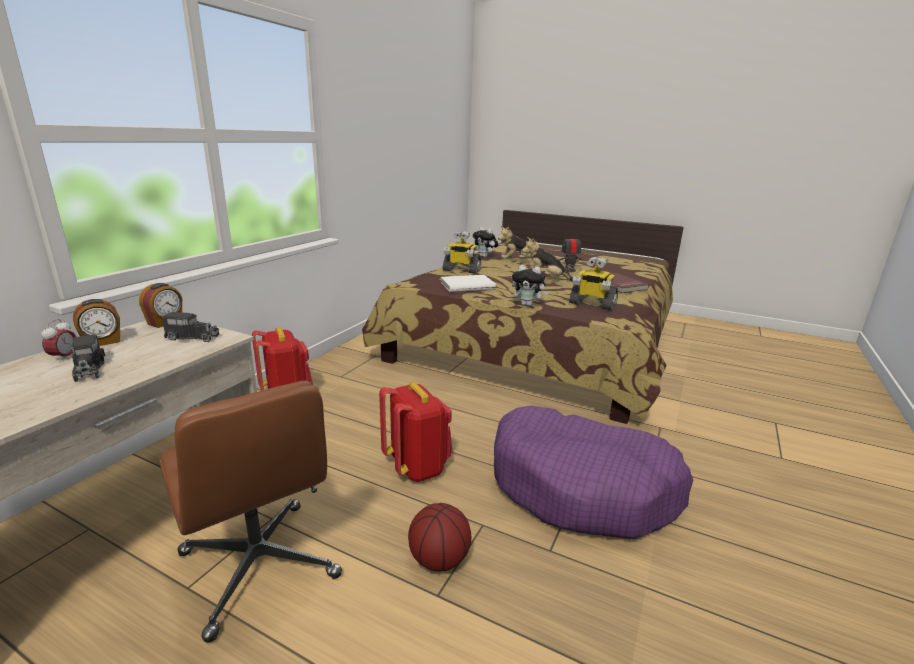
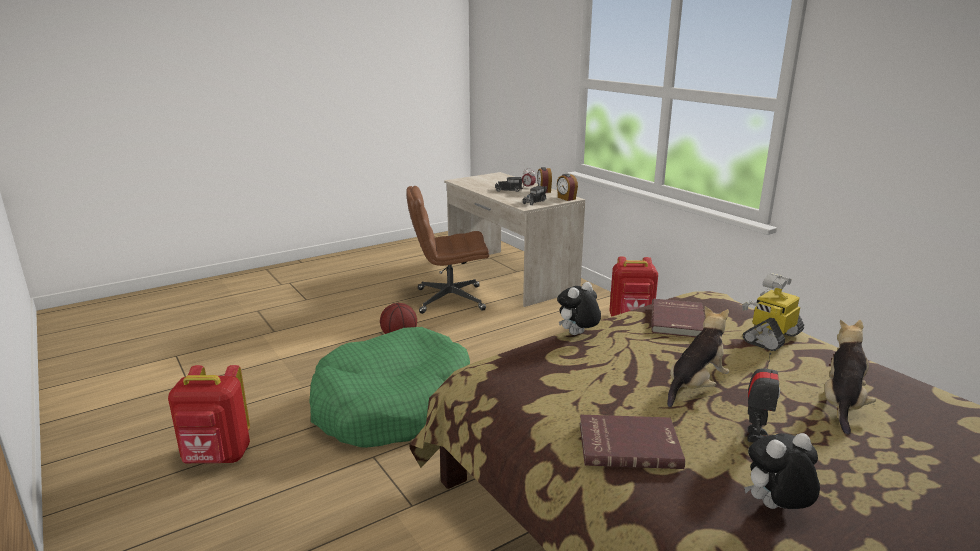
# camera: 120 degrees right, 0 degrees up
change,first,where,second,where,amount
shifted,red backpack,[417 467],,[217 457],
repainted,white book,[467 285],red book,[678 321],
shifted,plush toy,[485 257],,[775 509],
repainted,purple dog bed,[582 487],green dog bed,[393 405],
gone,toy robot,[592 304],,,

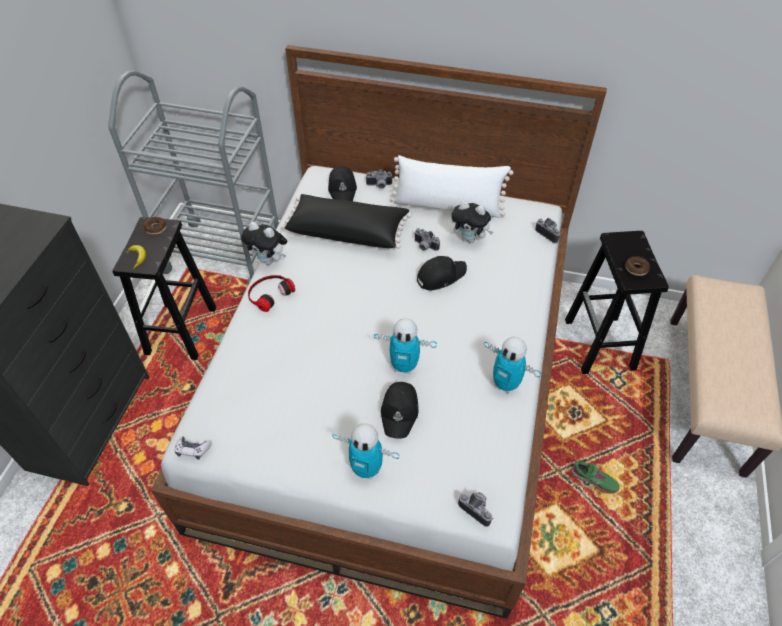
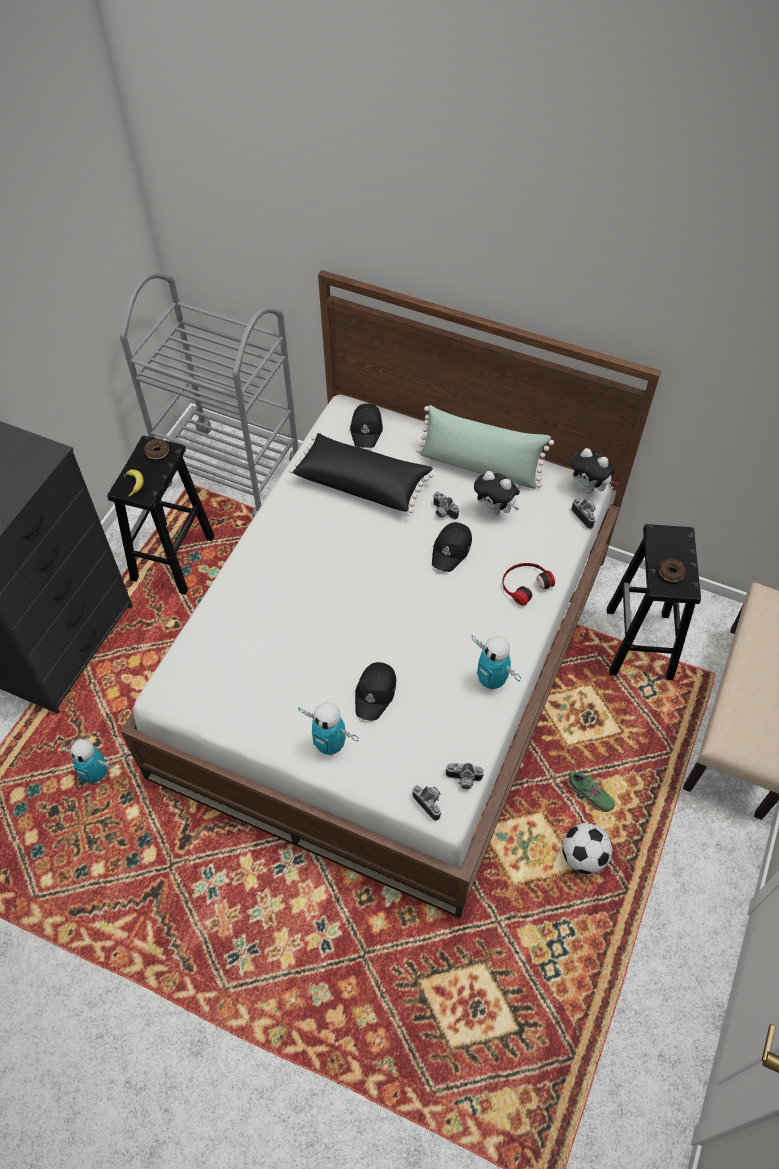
# camera: 10 degrees right, 5 degrees up
change,first,where,second,where,amount
gone,game controller,[193 450],,,
shifted,plush toy,[269 260],,[589 488],
shifted,headphones,[269 293],,[524 584],
shifted,photo camera,[379 185],,[463 780],
shifted,toy robot,[404 366],,[96 774],
repainted,white pillow,[448 206],green pillow,[480 466],
rotated,black cap,[440 276],,[452 550],135 degrees clockwise
new,,,football,[583 856],

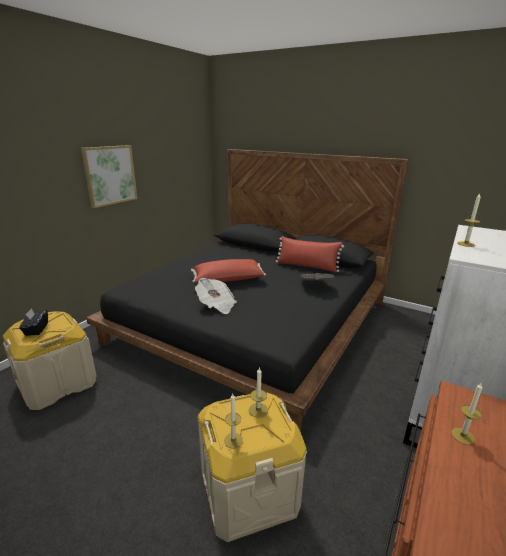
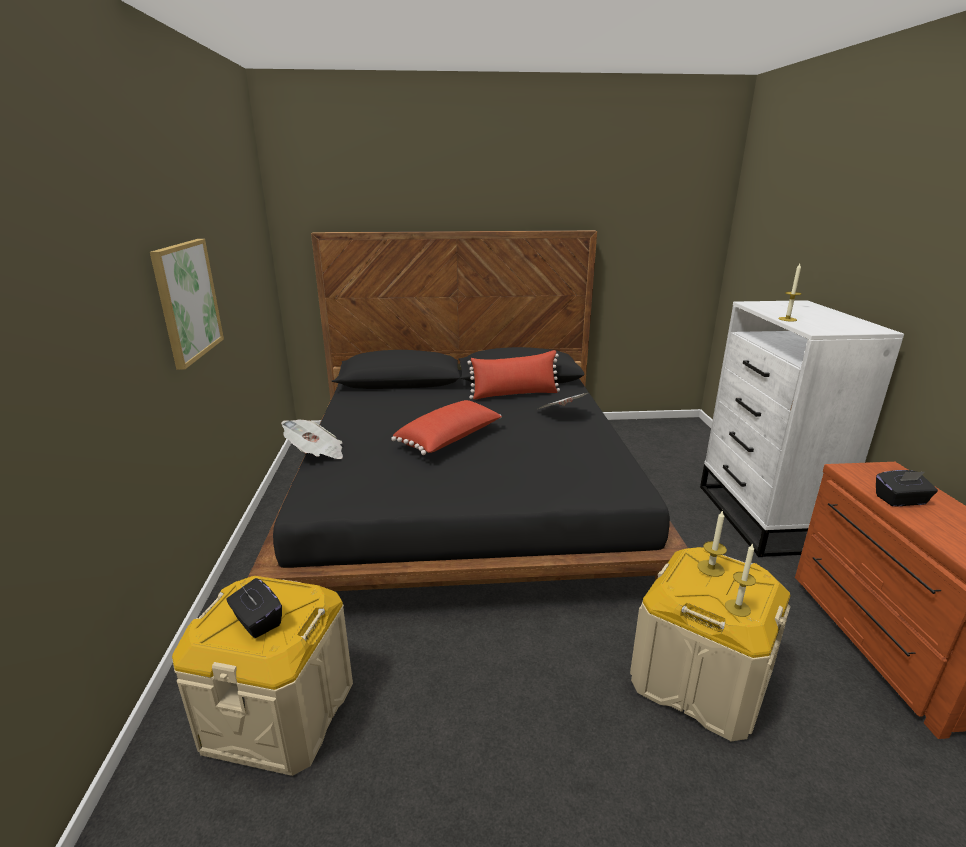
# camera: 35 degrees left, 0 degrees up
change,first,where,second,where,amount
shifted,newspaper,[216 305],,[316 453],
swapped,candle,[462 436],black tissue box,[900 500],

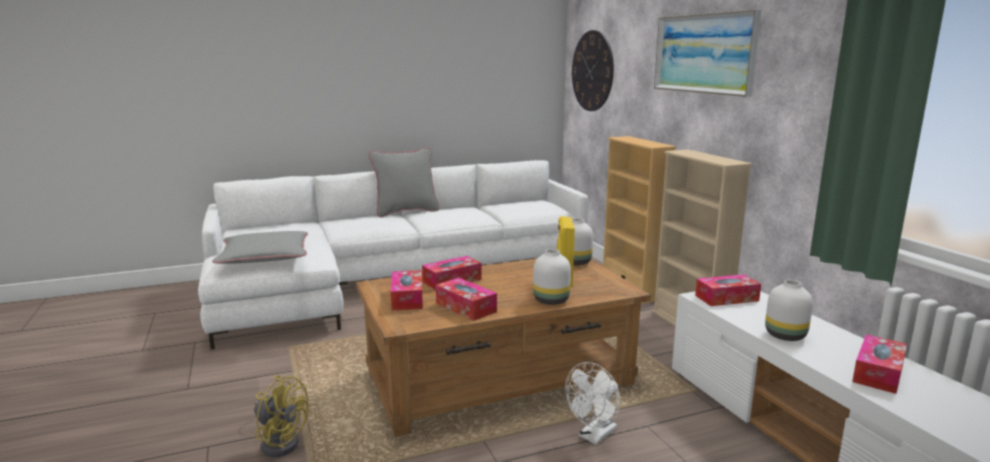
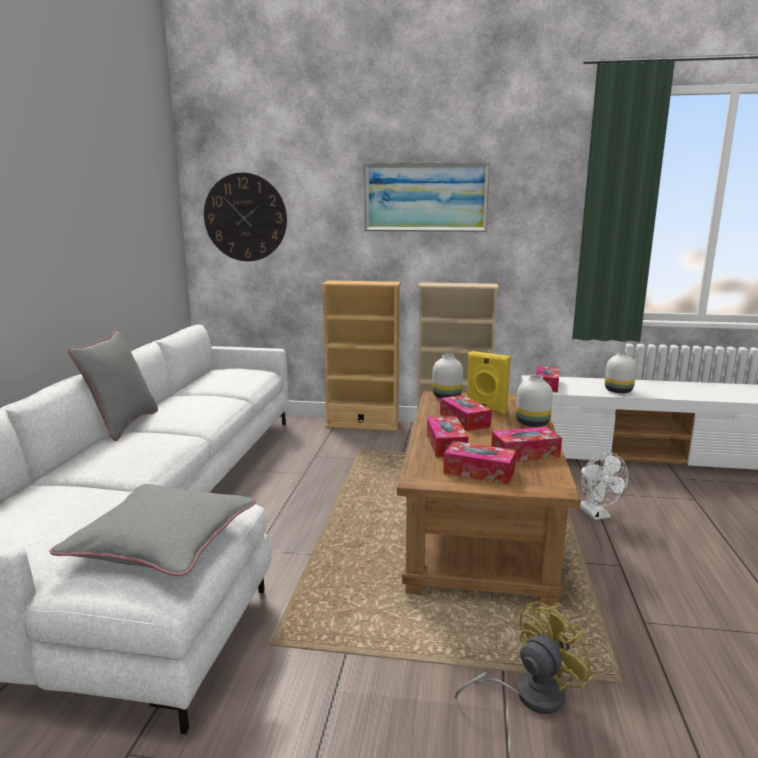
# camera: 60 degrees left, 0 degrees up
change,first,where,second,where,amount
shifted,tissue box,[878 373],,[464 420],

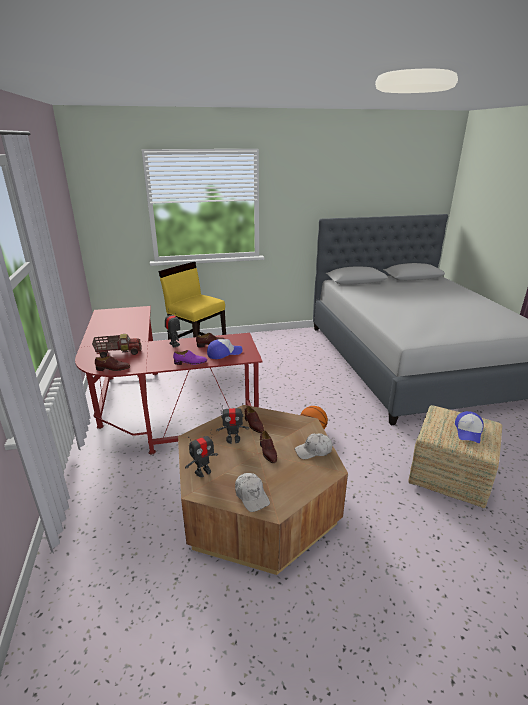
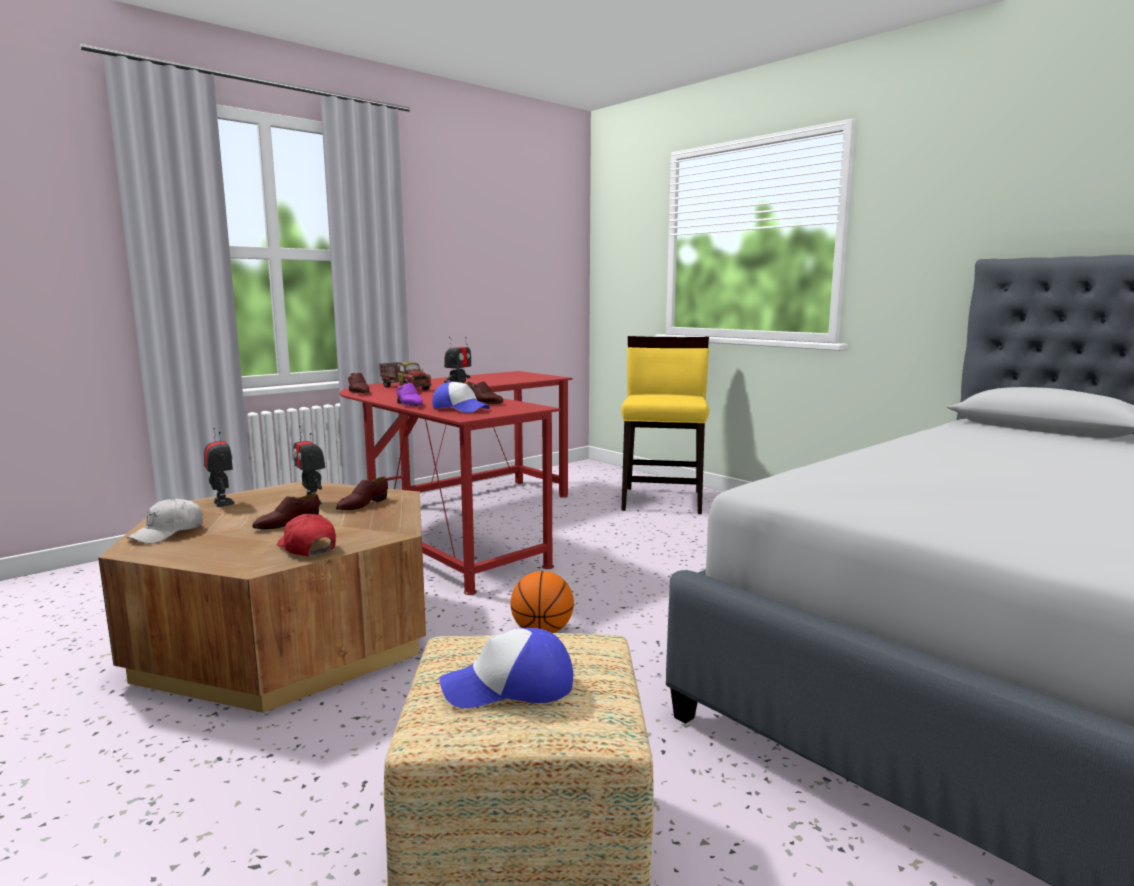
# camera: 60 degrees right, 15 degrees down
change,first,where,second,where,amount
rotated,toy robot,[203 471],,[222 503],150 degrees counterclockwise
repainted,white cap,[313 451],red cap,[307 547],

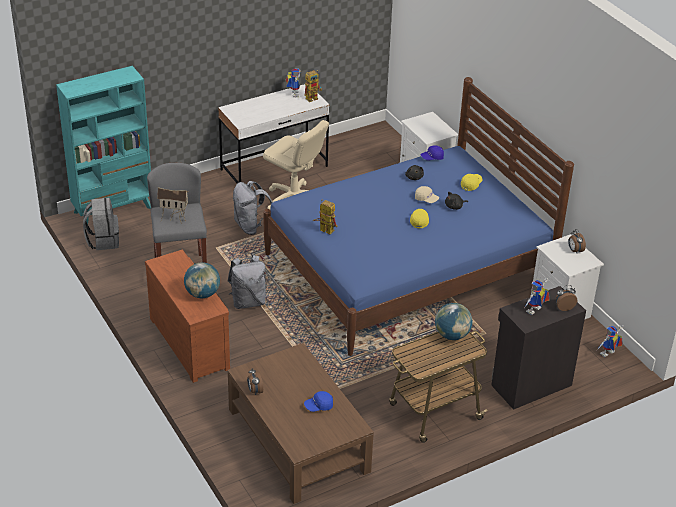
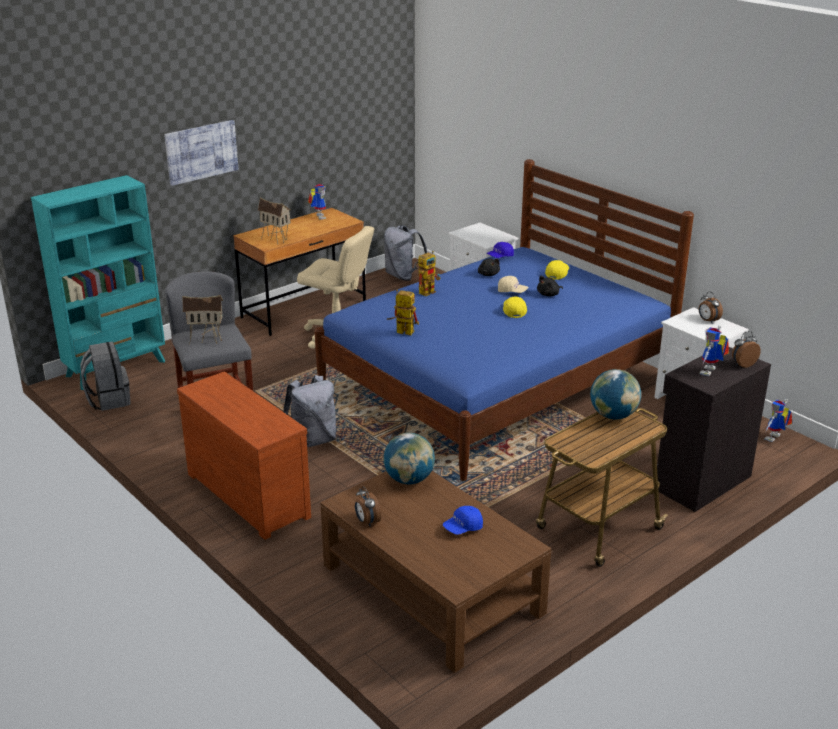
# camera: 10 degrees left, 10 degrees down
change,first,where,second,where,amount
shifted,globe,[202 294],,[409 479],
repainted,white desk,[274 168],brown desk,[304 310],
shifted,grey backpack,[251 227],,[403 276],
shifted,toy robot,[313 97],,[428 291],
new,,,picture,[201 152],
new,,,toy house,[276 239],

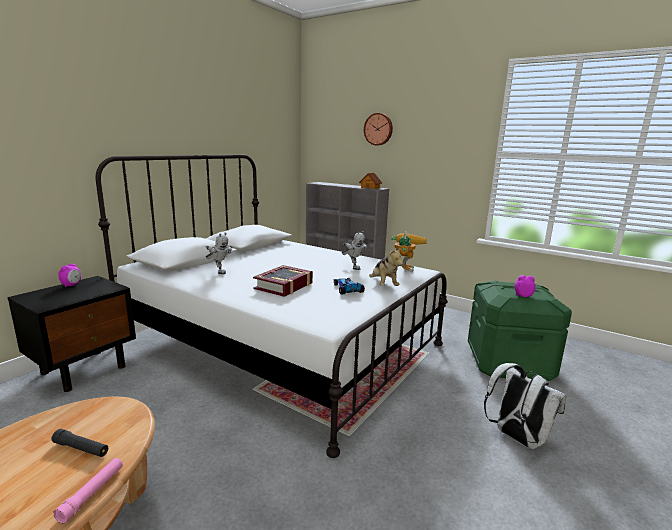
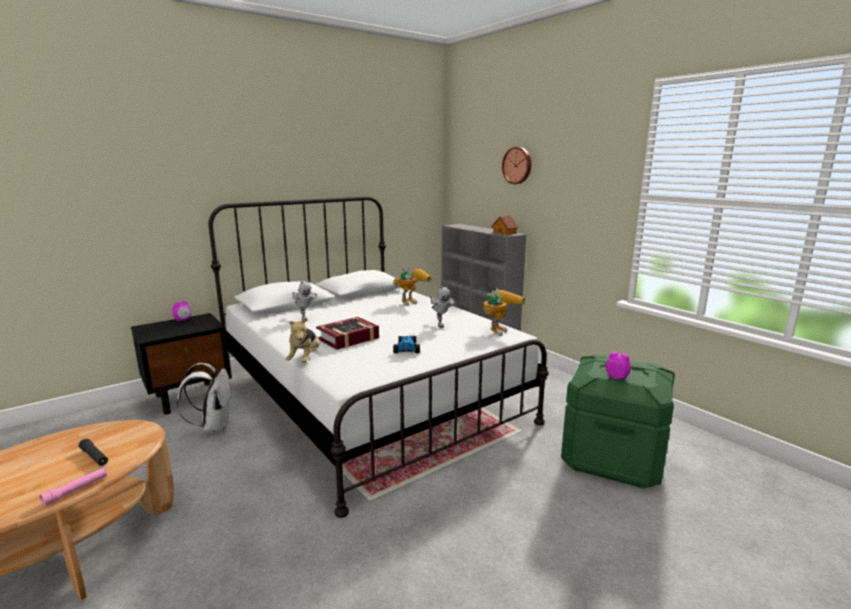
# camera: 20 degrees right, 0 degrees up
change,first,where,second,where,amount
shifted,plush toy,[383 285],,[305 359],
shifted,white backpack,[516 438],,[214 426],
new,,,toy robot,[412 301],

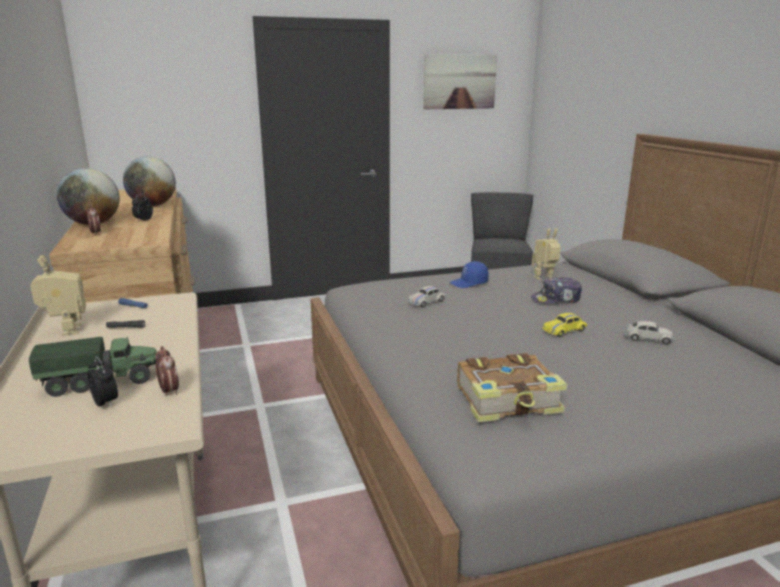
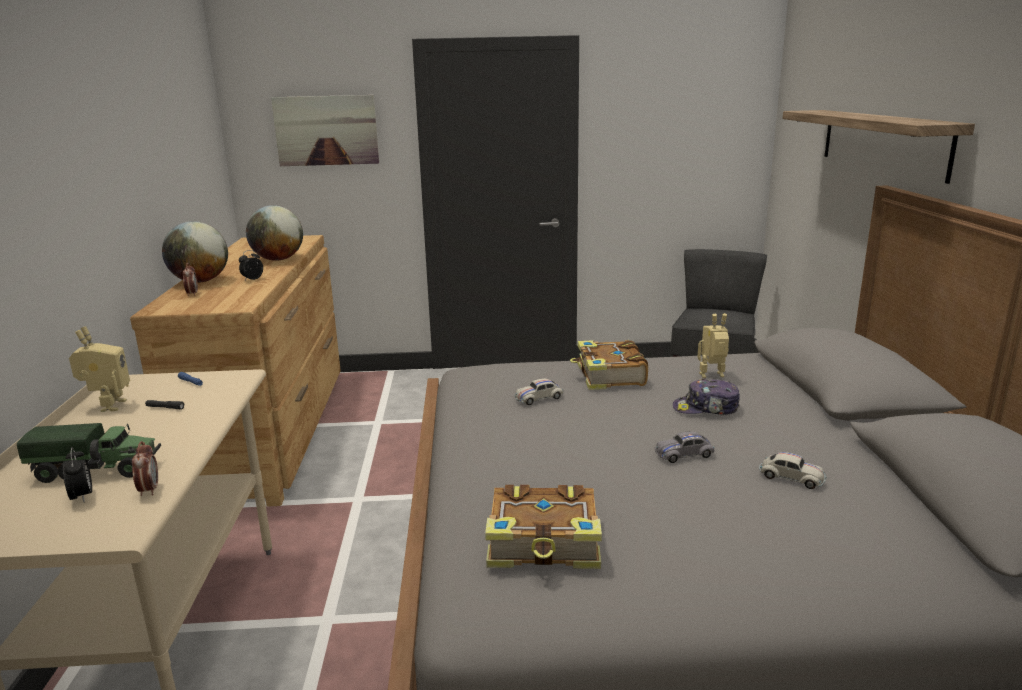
# camera: 15 degrees right, 0 degrees up
change,first,where,second,where,amount
shifted,picture,[459 82],,[326 130],
swapped,blue cap,[469 283],book,[609 376],
repainted,yellow toy car,[564 331],grey toy car,[684 454],
new,,,shelf,[882 142],

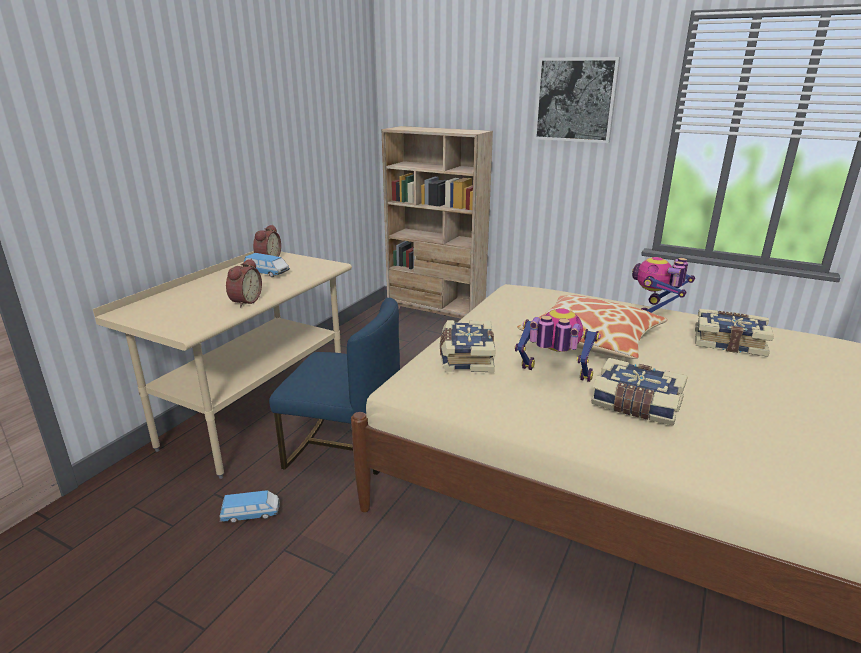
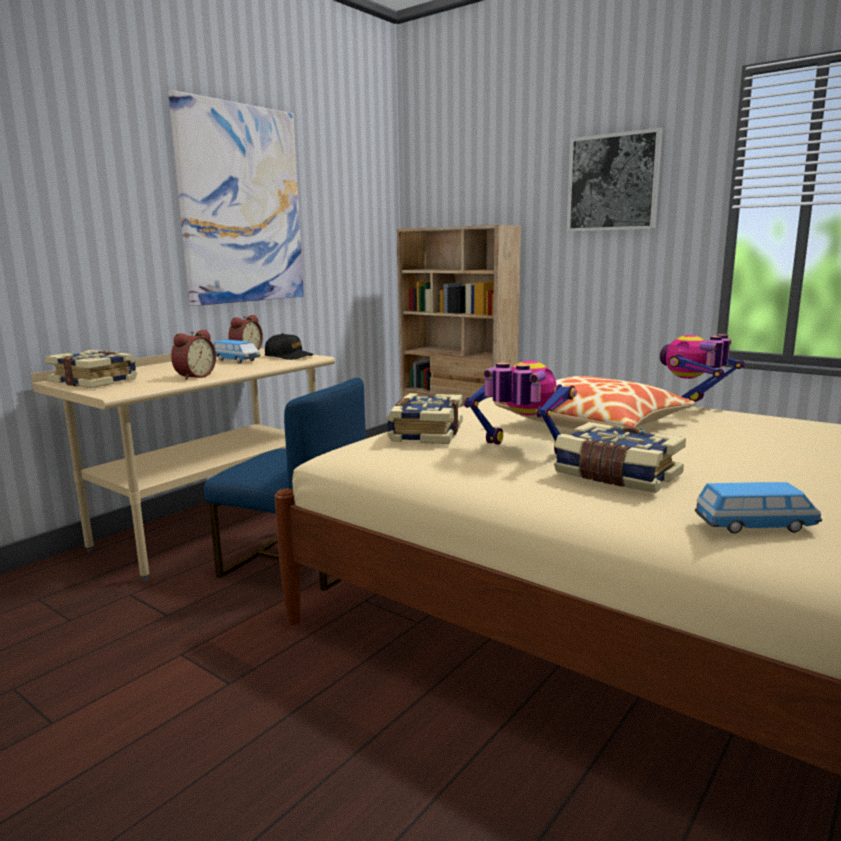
# camera: 10 degrees right, 10 degrees down
change,first,where,second,where,amount
shifted,toy car,[251 514],,[755 526],
shifted,book,[729 342],,[95 381],
new,,,picture,[241 205],
new,,,black cap,[289 356],

